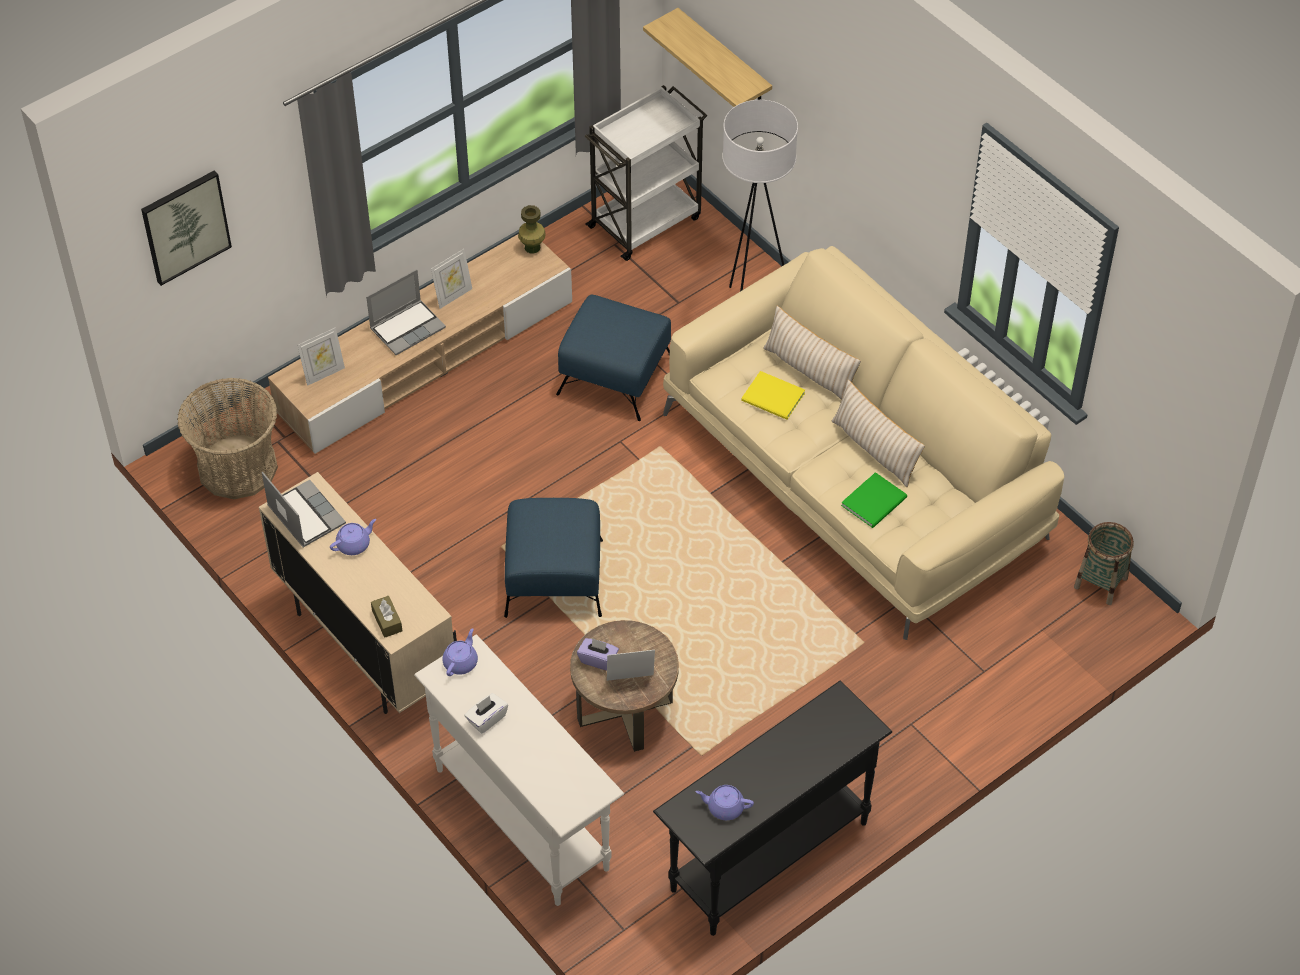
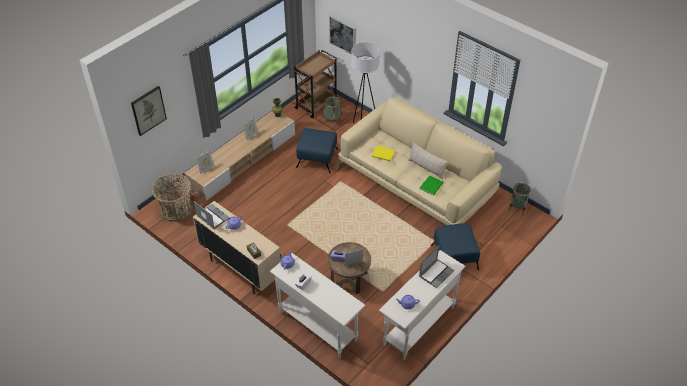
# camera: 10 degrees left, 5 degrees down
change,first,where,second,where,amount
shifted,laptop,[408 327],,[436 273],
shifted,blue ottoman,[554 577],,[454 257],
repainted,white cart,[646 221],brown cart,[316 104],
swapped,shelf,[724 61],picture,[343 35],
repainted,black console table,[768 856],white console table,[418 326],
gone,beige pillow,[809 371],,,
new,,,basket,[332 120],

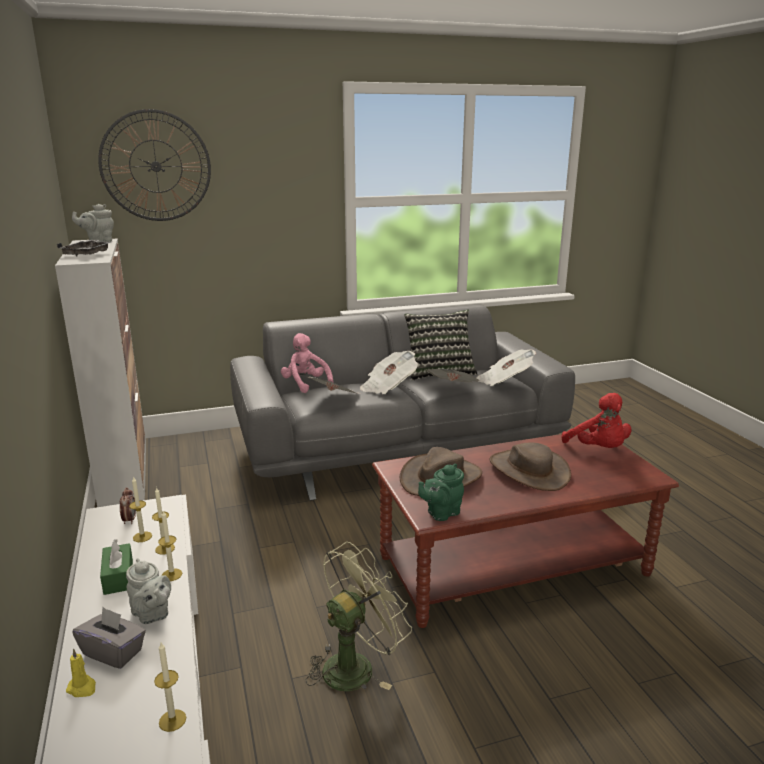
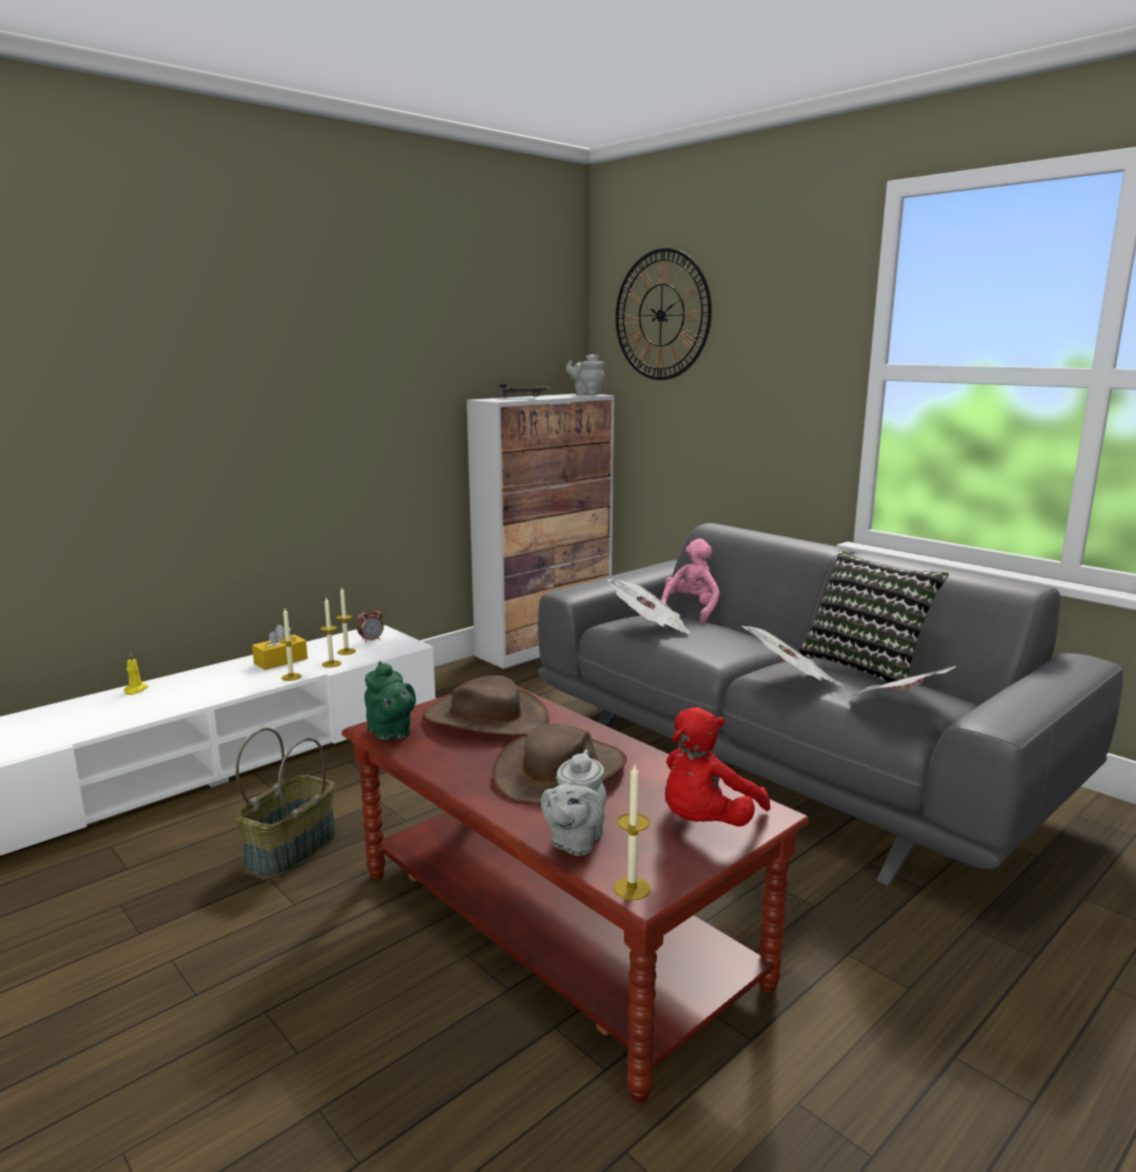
# camera: 65 degrees right, 5 degrees down
change,first,where,second,where,amount
gone,grey tissue box,[113 652],,,
repainted,green tissue box,[118 577],yellow tissue box,[281 661],
shifted,grey teapot,[151 614],,[574 842],
shifted,candle,[172 720],,[631 888],
swapped,green fan,[355 665],basket,[291 849],
gone,newspaper,[388 387],,,
rotated,green teapot,[441 513],,[390 733],150 degrees counterclockwise

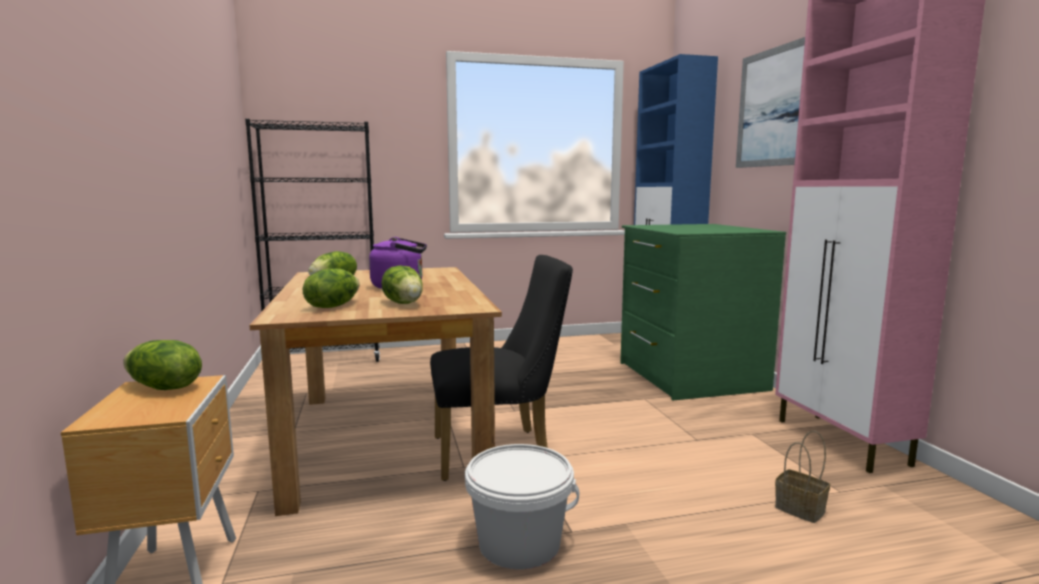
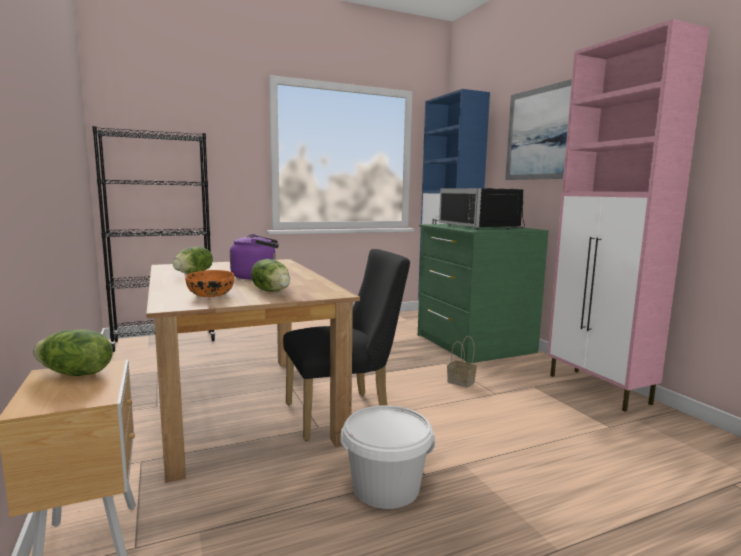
# camera: 10 degrees left, 0 degrees up
change,first,where,second,where,amount
swapped,lettuce,[332 306],orange bowl,[210 295],
shifted,basket,[801 509],,[462 382],
new,,,black microwave,[483 227],

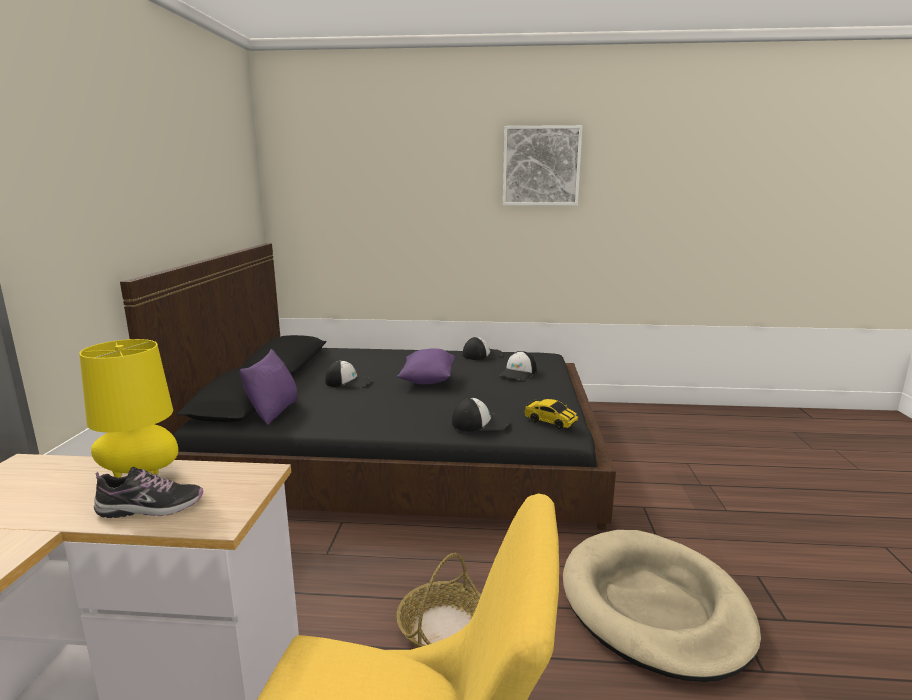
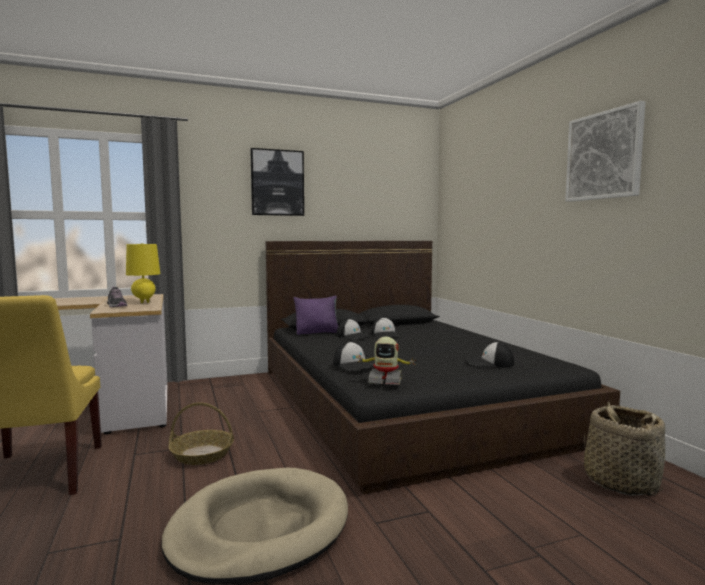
# camera: 65 degrees right, 10 degrees down
change,first,where,second,where,amount
gone,purple pillow,[427 380],,,
shifted,cap,[482 355],,[353 336],
swapped,toy car,[550 421],toy robot,[385 381],
new,,,picture,[277 183],
new,,,basket,[620 481],

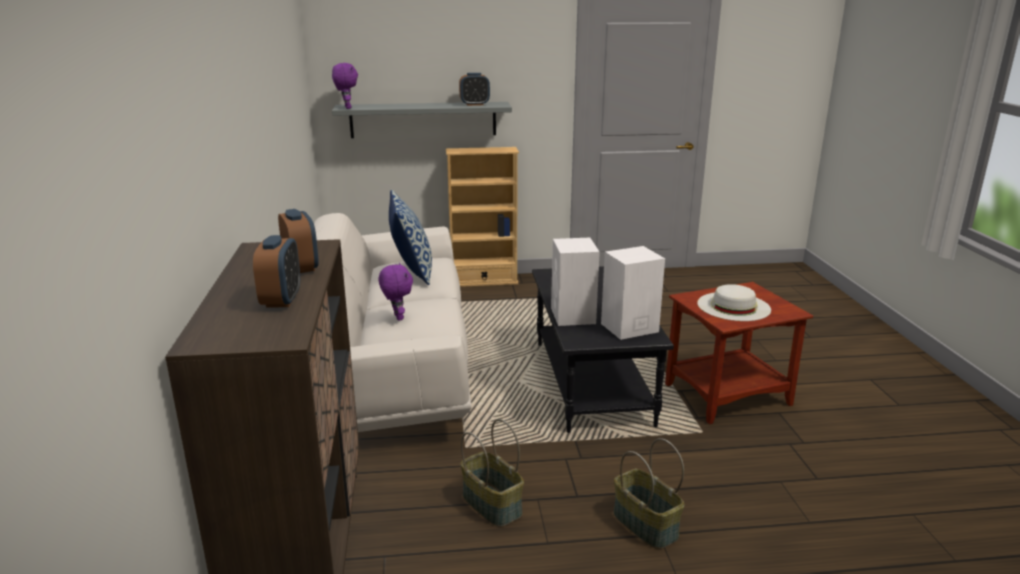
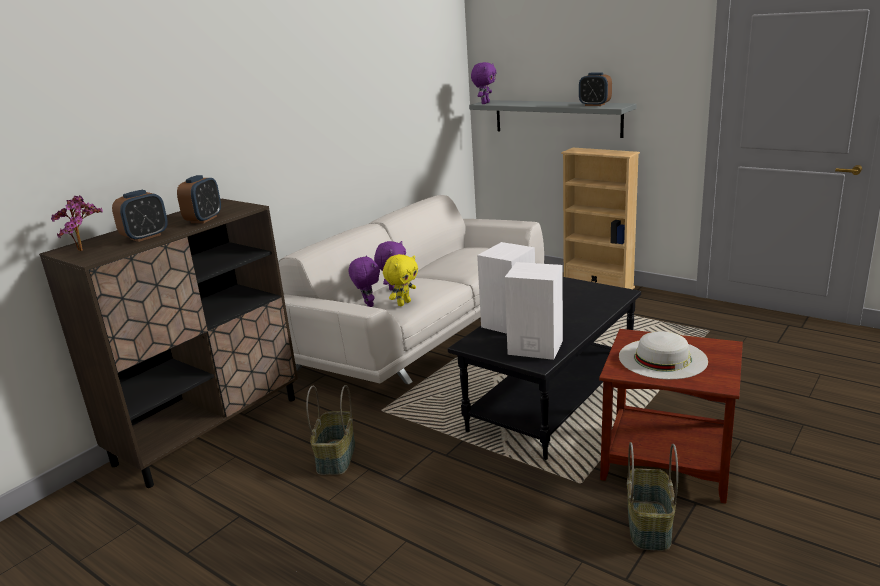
# camera: 45 degrees right, 0 degrees up
change,first,where,second,where,amount
gone,pillow,[411 271],,,
shifted,basket,[644 525],,[647 525],
new,,,potted plant,[85 250],
new,,,purple plush toy,[367 305],
new,,,yellow plush toy,[403 303],

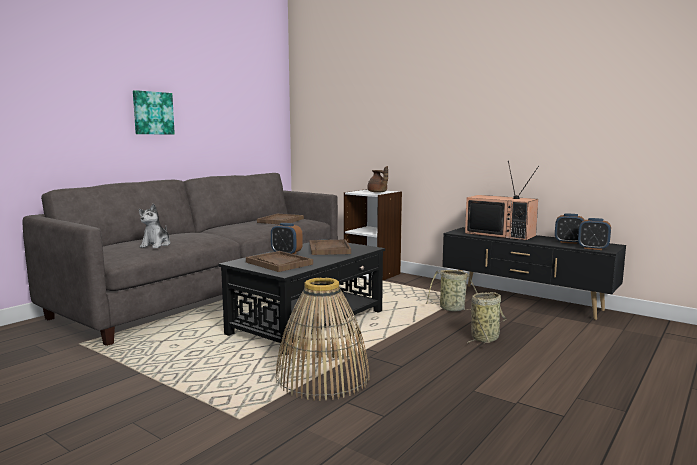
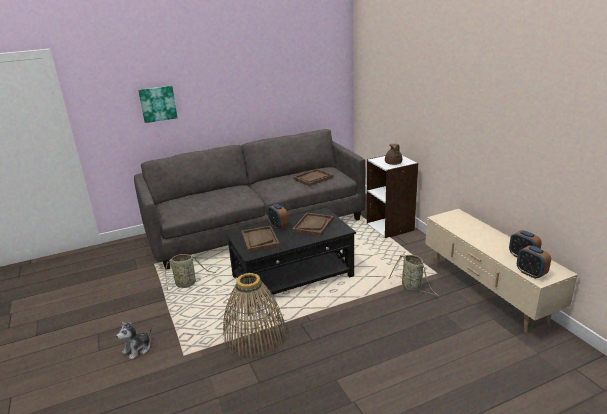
# camera: 30 degrees right, 15 degrees up
change,first,where,second,where,amount
shifted,picture,[153 113],,[158 103],
shifted,plush toy,[156 245],,[138 349],
repainted,black tv stand,[526 302],beige tv stand,[486 293],
gone,television,[501 234],,,
shifted,basket,[486 338],,[187 284],

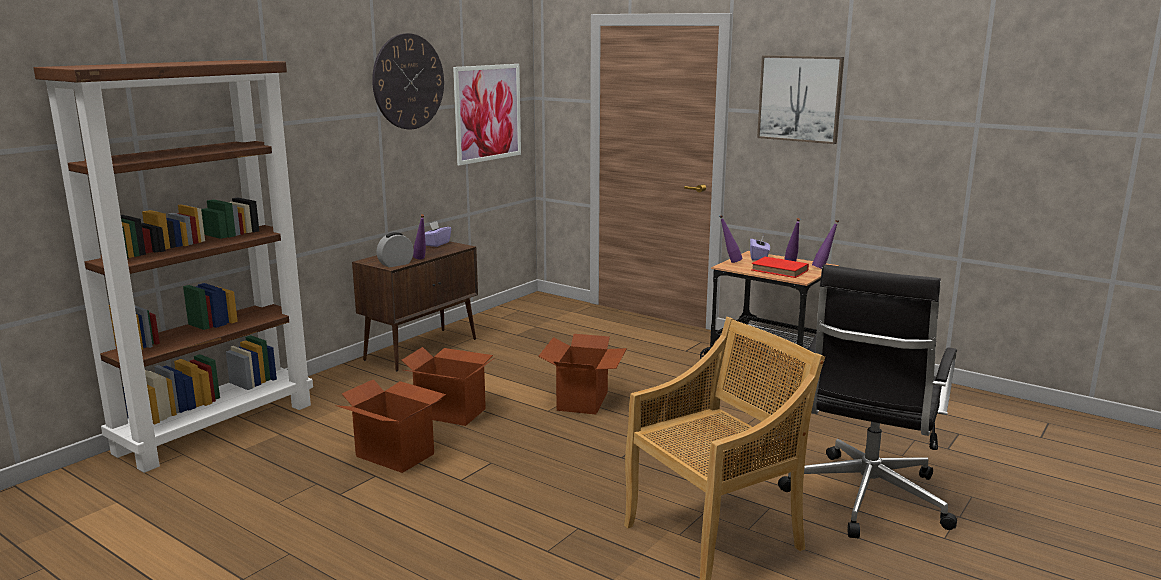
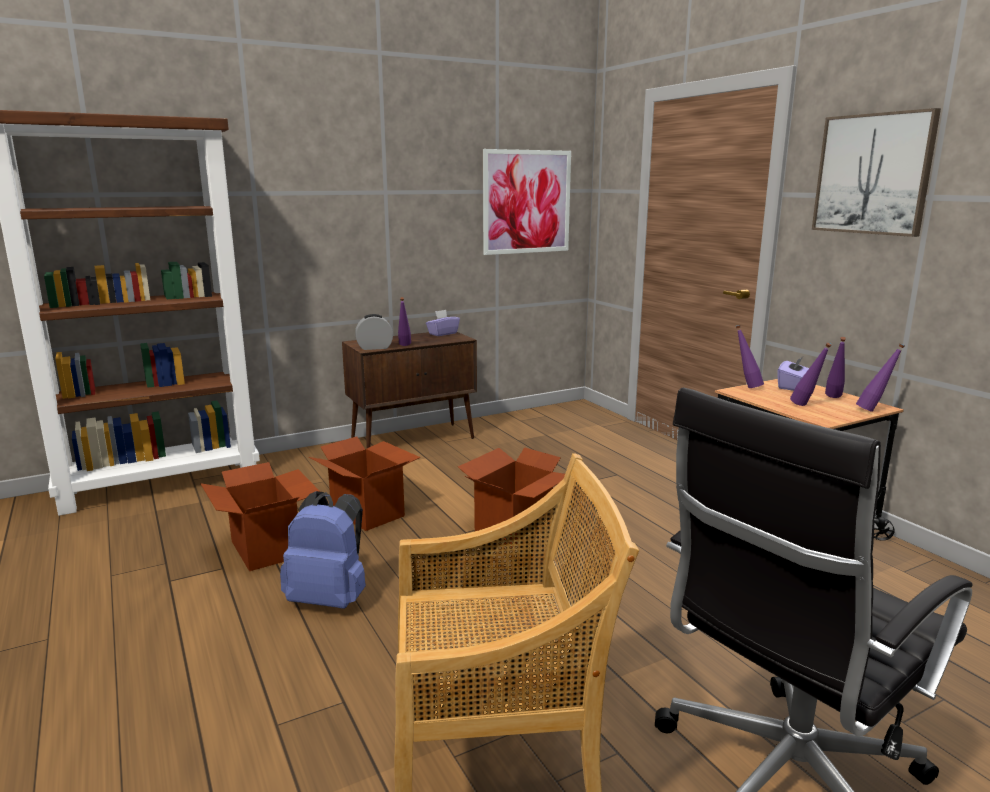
# camera: 25 degrees right, 0 degrees up
change,first,where,second,where,amount
gone,wall clock,[408 81],,,
swapped,red book,[781 271],purple bottle,[806 406],
new,,,blue backpack,[330 599],

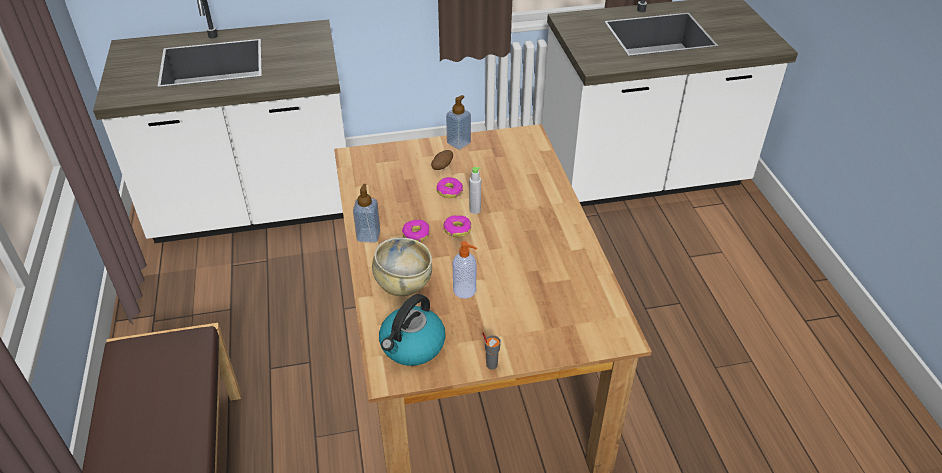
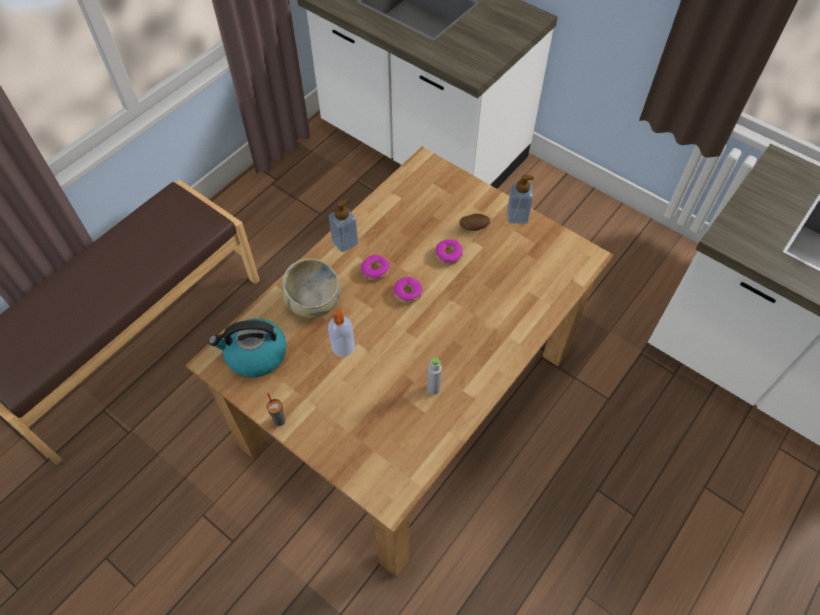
# camera: 50 degrees right, 15 degrees up
change,first,where,second,where,amount
shifted,grey bottle,[475 210],,[433 389],

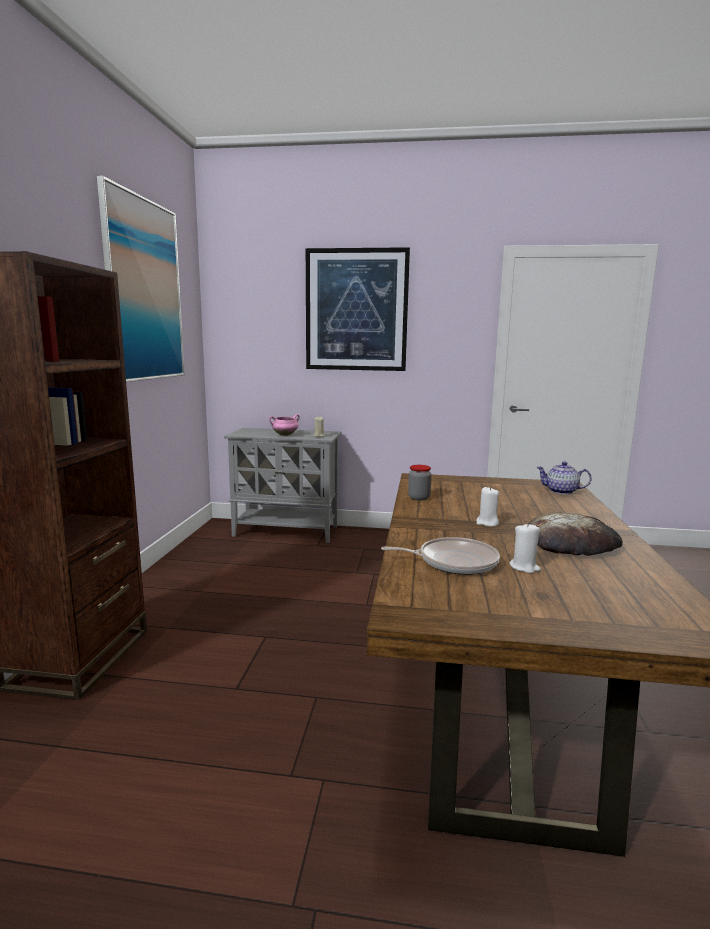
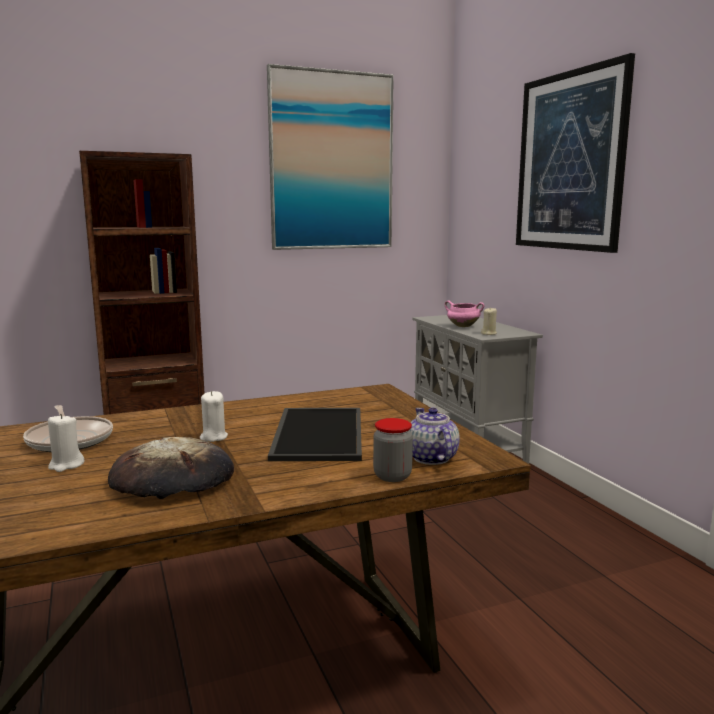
# camera: 60 degrees right, 0 degrees up
change,first,where,second,where,amount
shifted,jar,[419 498],,[392 476],
new,,,tray,[316 433],

